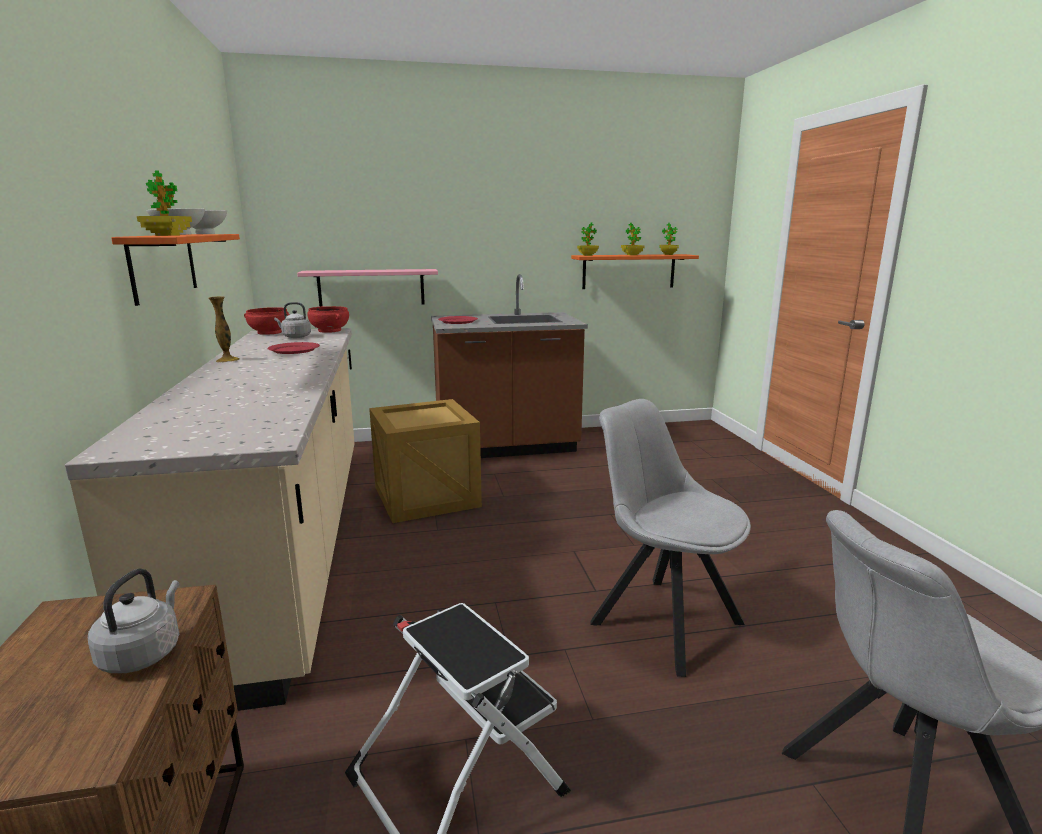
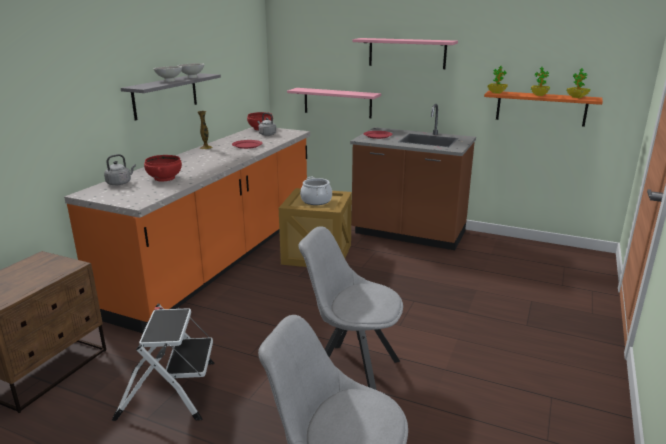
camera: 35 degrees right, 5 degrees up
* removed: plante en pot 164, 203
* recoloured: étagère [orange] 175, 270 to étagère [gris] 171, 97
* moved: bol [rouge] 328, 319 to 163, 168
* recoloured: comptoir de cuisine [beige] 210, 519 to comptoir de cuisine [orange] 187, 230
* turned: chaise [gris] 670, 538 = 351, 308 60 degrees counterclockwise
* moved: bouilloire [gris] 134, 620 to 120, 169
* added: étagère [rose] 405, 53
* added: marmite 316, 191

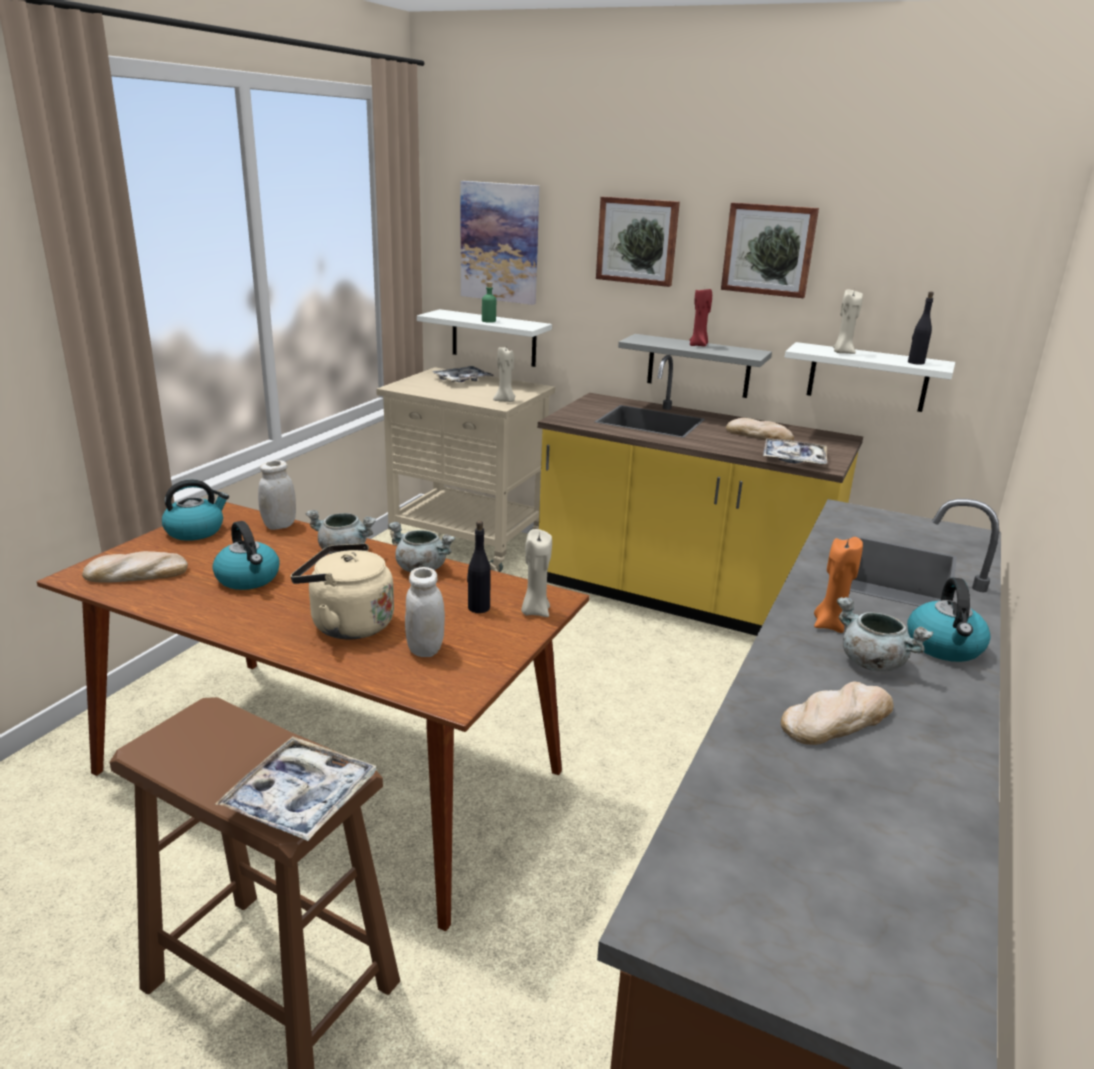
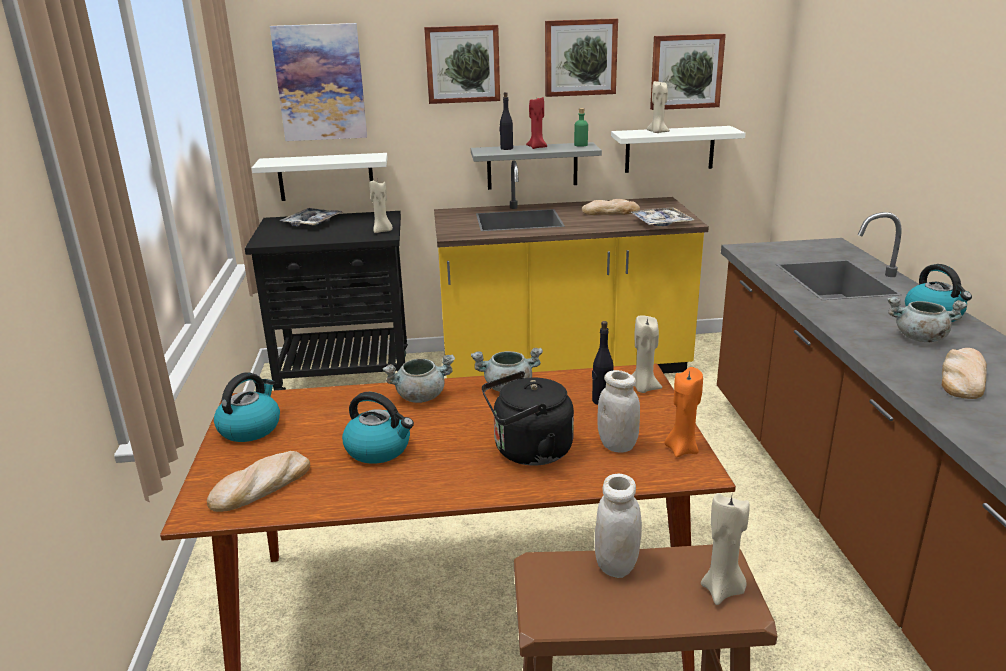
camera: 30 degrees left, 0 degrees up
* moved: bouteille [vert] 489, 302 to 581, 127
* moved: bouteille [noir] 921, 328 to 506, 121
* recoloured: chariot [beige] 465, 469 to chariot [noir] 326, 300
* moved: bocal [blanc] 277, 495 to 618, 526
* moved: bougie [orange] 838, 585 to 683, 412
* recoloured: bouilloire [beige] 342, 591 to bouilloire [noir] 528, 418
* replaced: plateau 296, 789 to bougie [beige] 725, 549
* added: tableau 688, 72

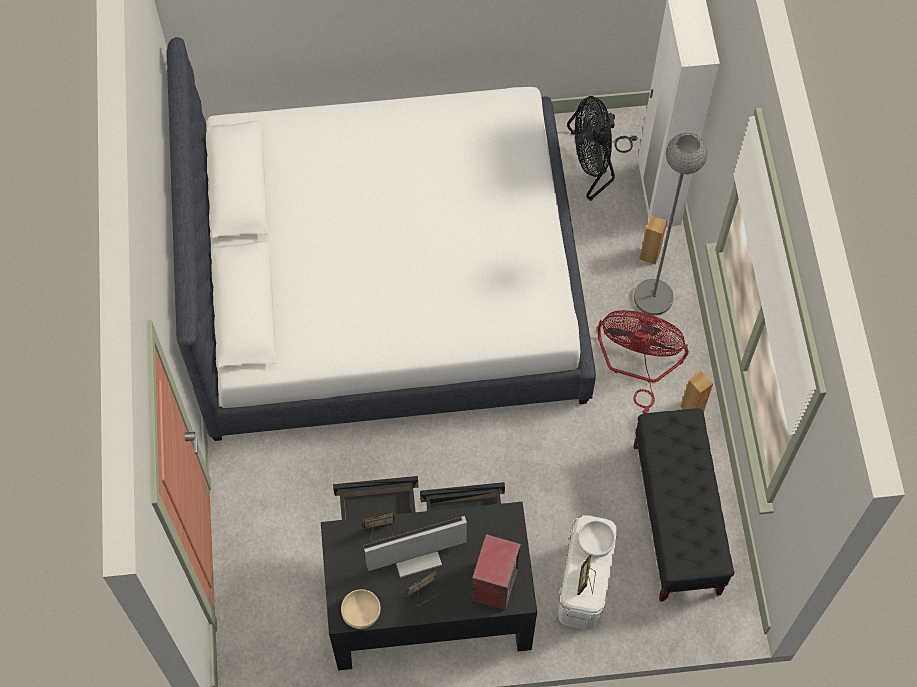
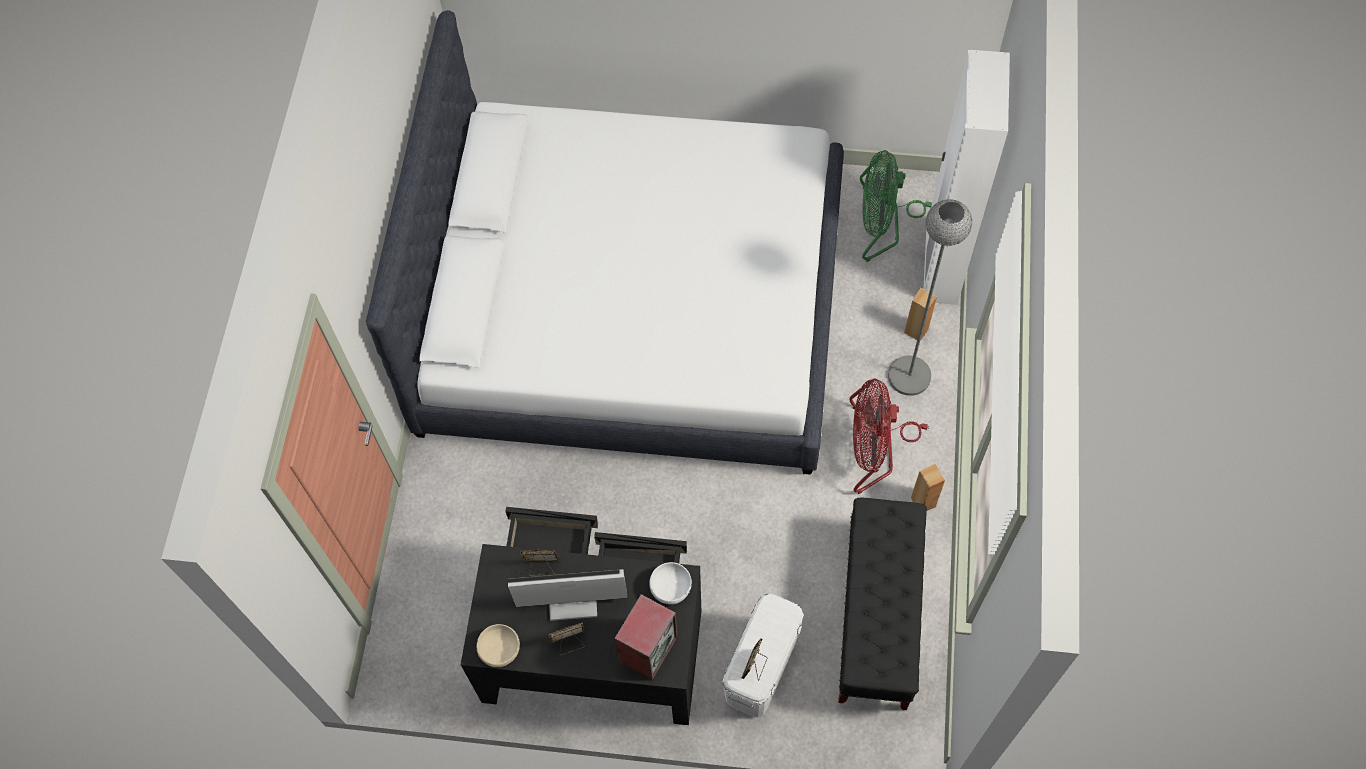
camera: 15 degrees right, 0 degrees up
* recoloured: ventilateur [noir] 603, 148 to ventilateur [vert] 896, 206
* turned: ventilateur [rouge] 643, 362 = 889, 436 120 degrees counterclockwise
* moved: bol [blanc] 596, 539 to 670, 583

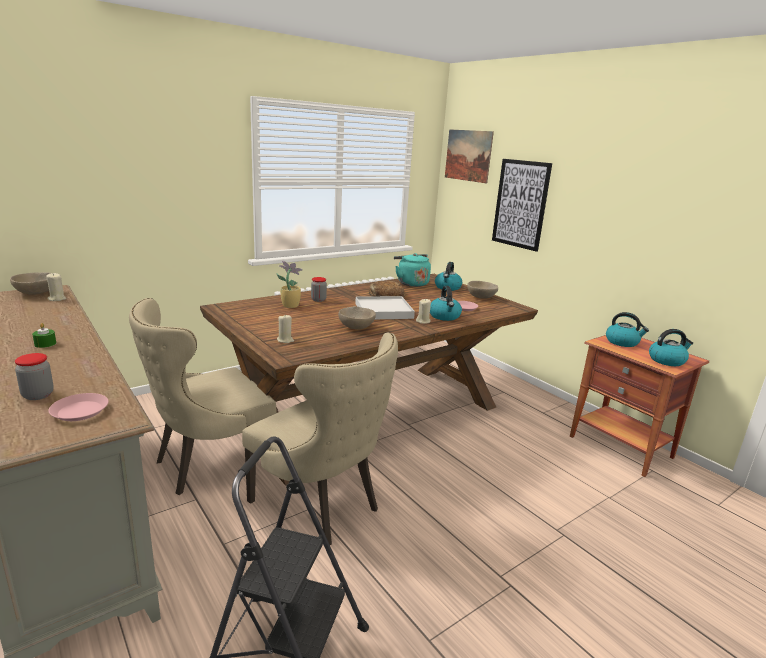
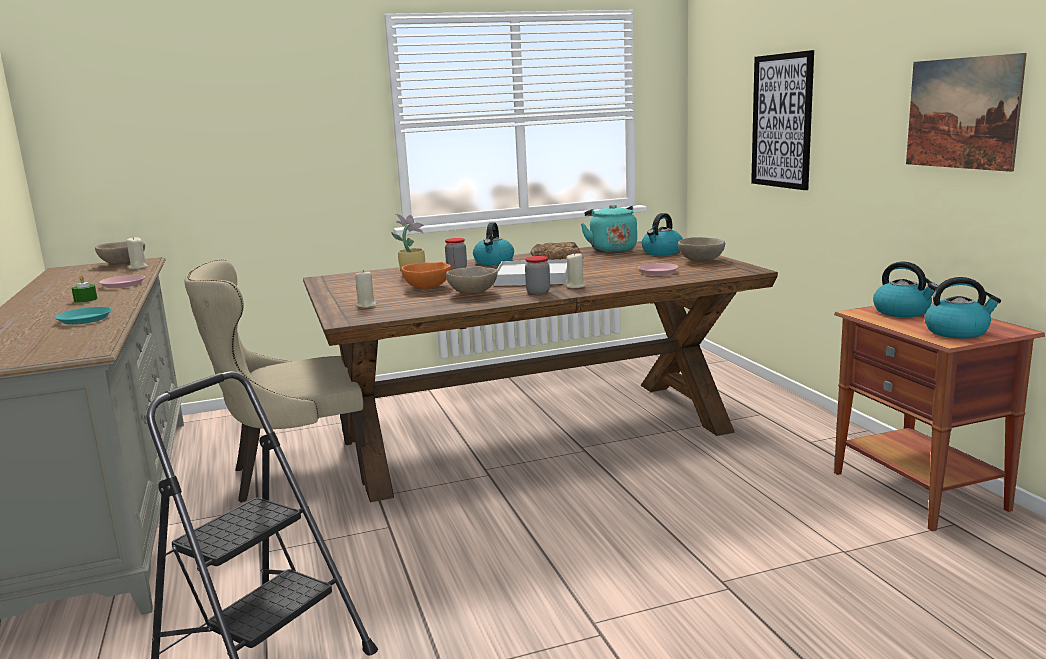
camera: 20 degrees right, 5 degrees down
* moved: tableau 469, 156 to 966, 112
* moved: bouilloire 446, 303 to 493, 243
* removed: chaise [beige] 320, 438
* moved: bocal 34, 376 to 537, 275
* moved: assiette [rose] 79, 407 to 122, 281
* added: bol [orange] 426, 275
* added: assiette [turquoise] 83, 316

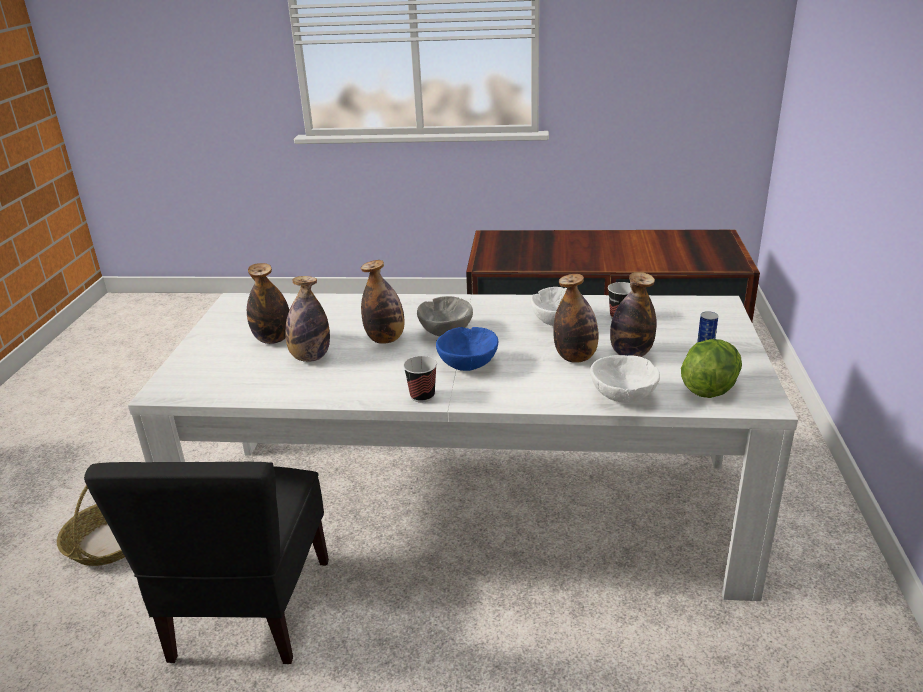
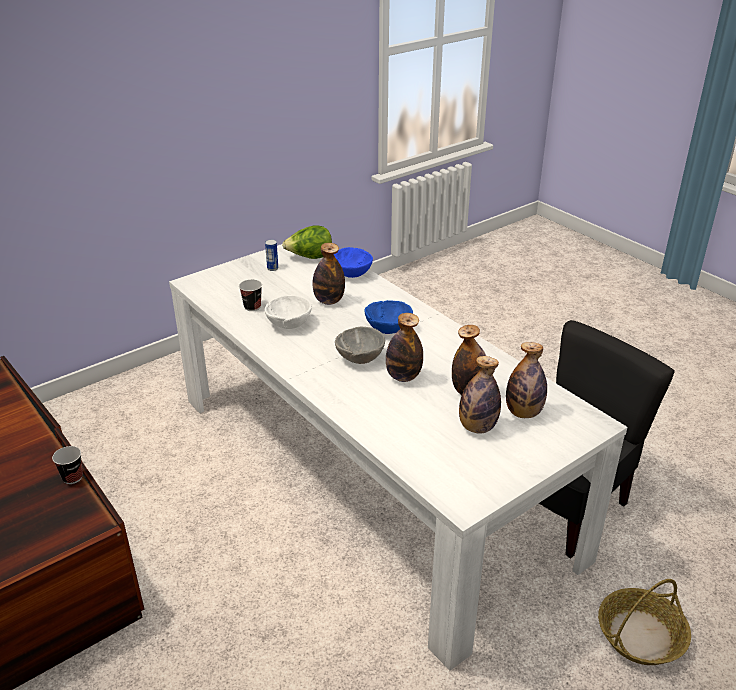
camera: 135 degrees left, 5 degrees up
* moved: bouteille 633, 314 to 526, 380
* recoloured: bol [blanc] 625, 379 to bol [bleu] 353, 262
* moved: tasse 420, 379 to 67, 465

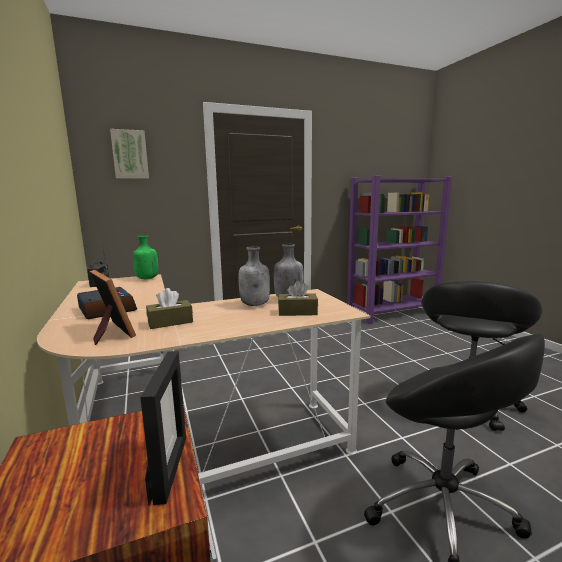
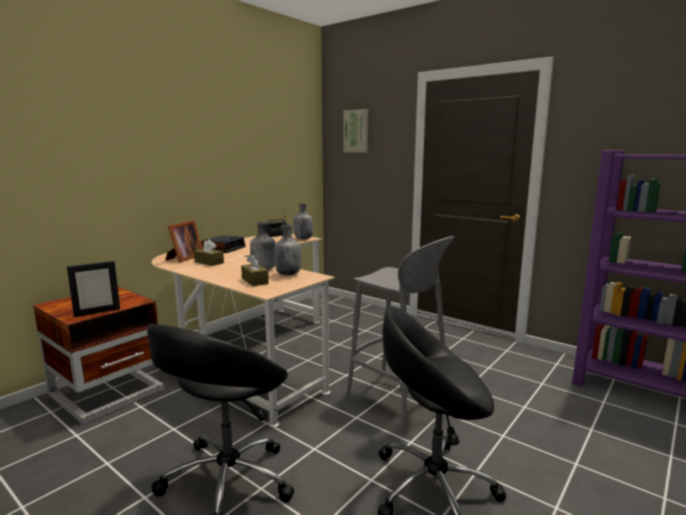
camera: 60 degrees right, 0 degrees up
* recoloured: bouteille [vert] 145, 257 to bouteille [gris] 303, 221
* added: tabouret [gris] 400, 334

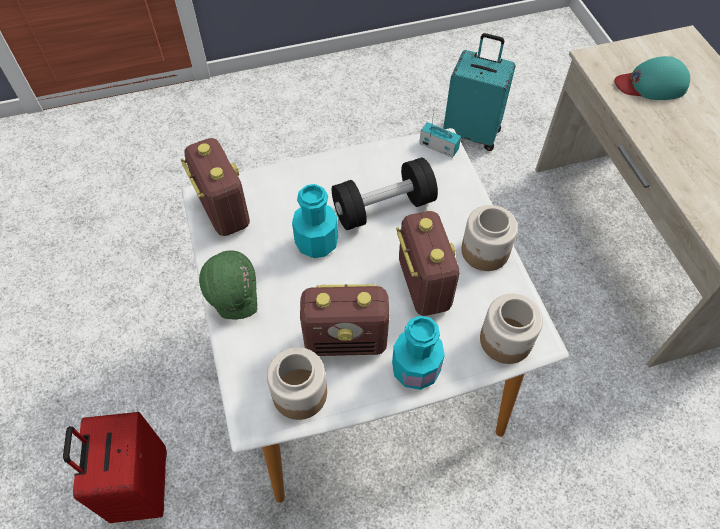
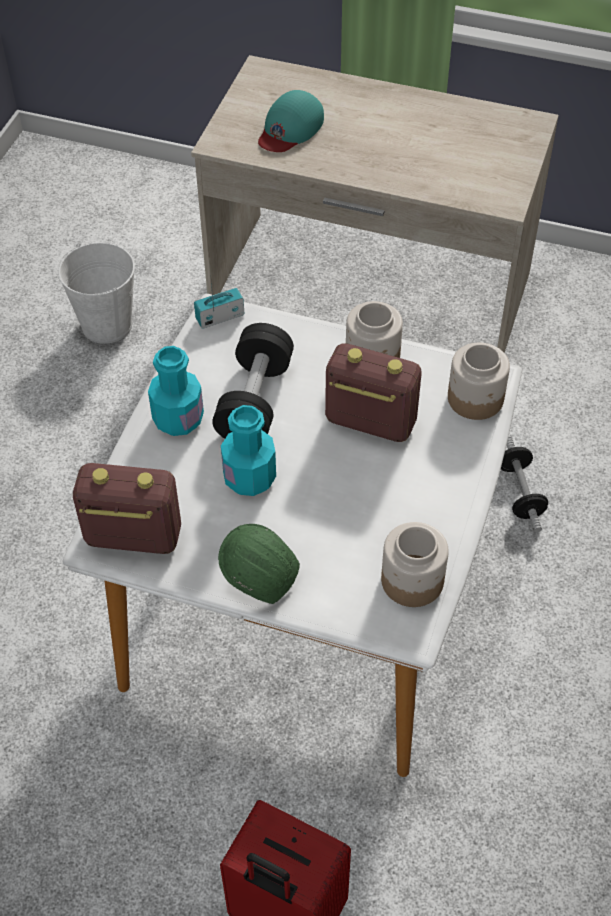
camera: 55 degrees left, 5 degrees down
* replaced: valise [turquoise] 479, 92 to seau [blanc] 96, 293
* removed: radio 344, 320
* moved: bouteille [turquoise] 418, 353 to 176, 391
* added: haltère 524, 483

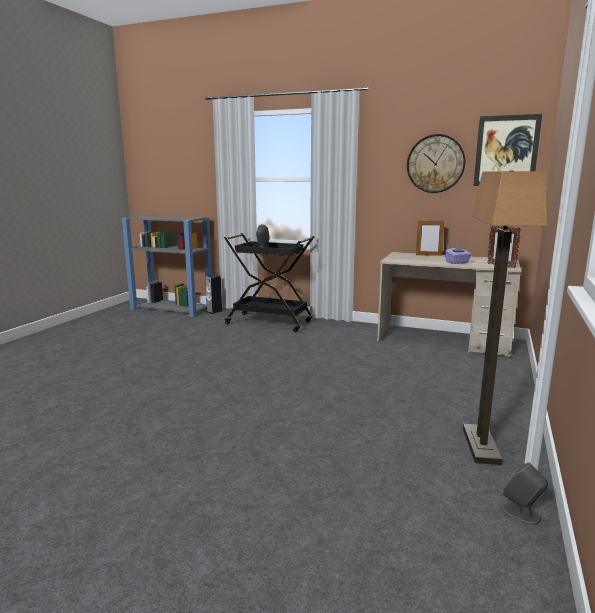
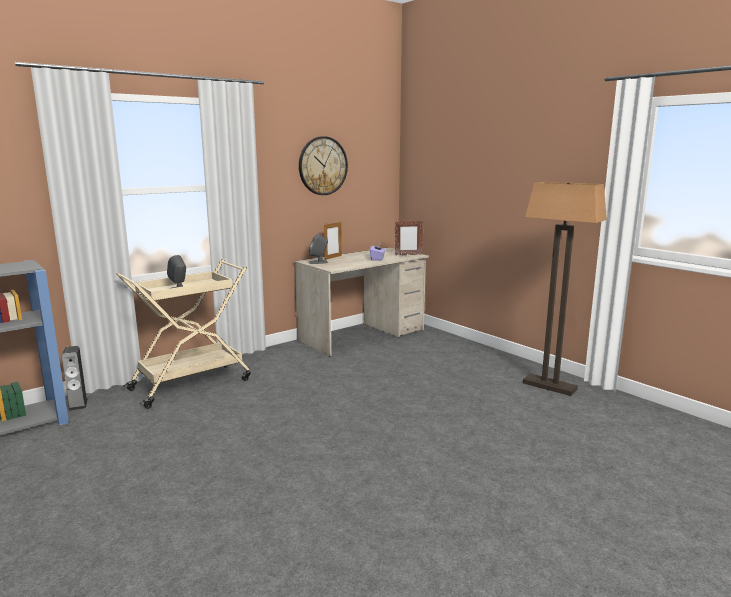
camera: 60 degrees left, 0 degrees up
* removed: tableau 507, 150
* recoloured: chariot [noir] 269, 283 to chariot [beige] 183, 334
* moved: enceinte [gris] 524, 494 to 318, 249

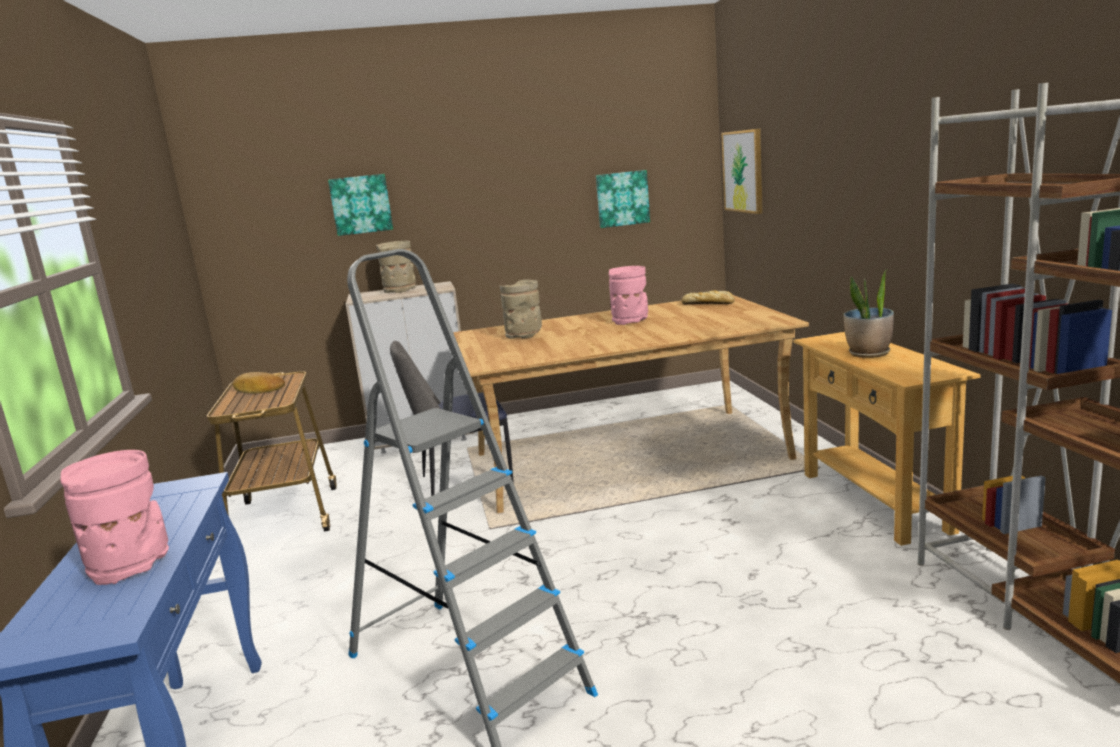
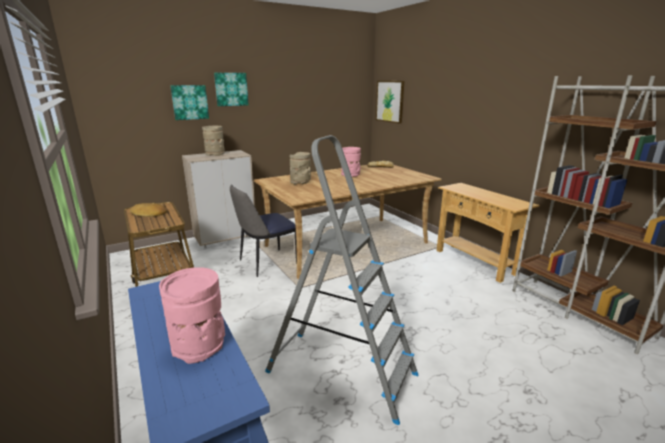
camera: 20 degrees left, 5 degrees up
* moved: tableau 623, 199 to 231, 89
* removed: plante en pot 868, 313

